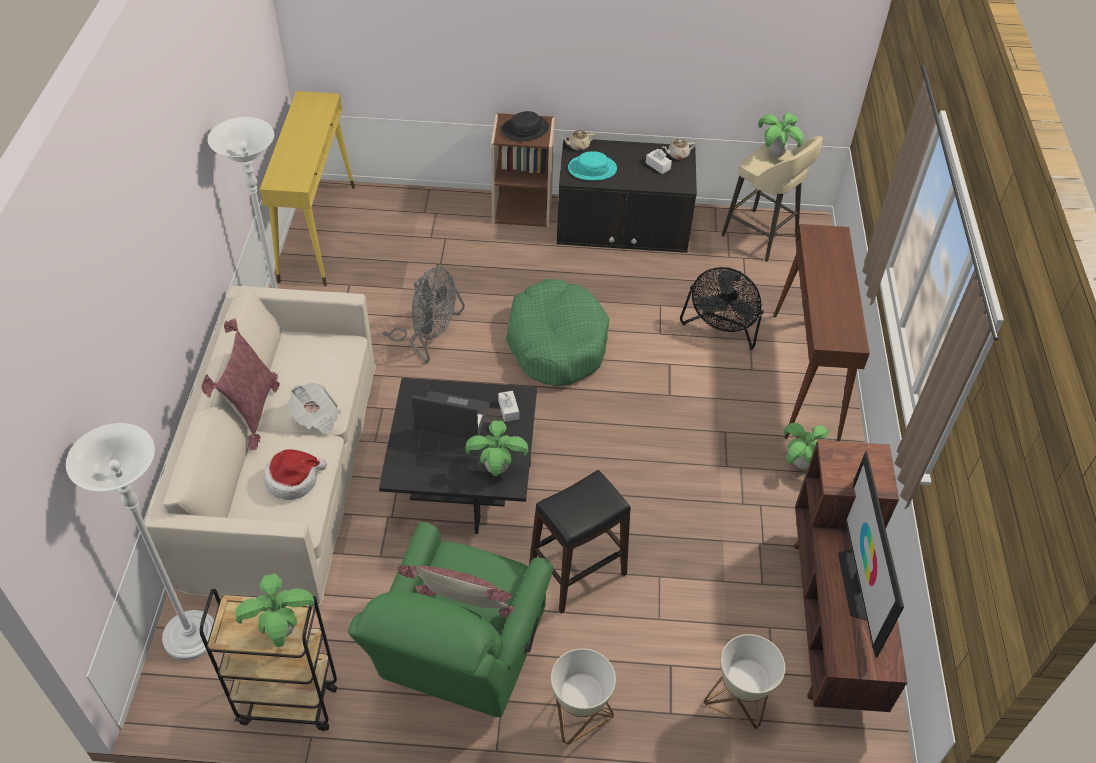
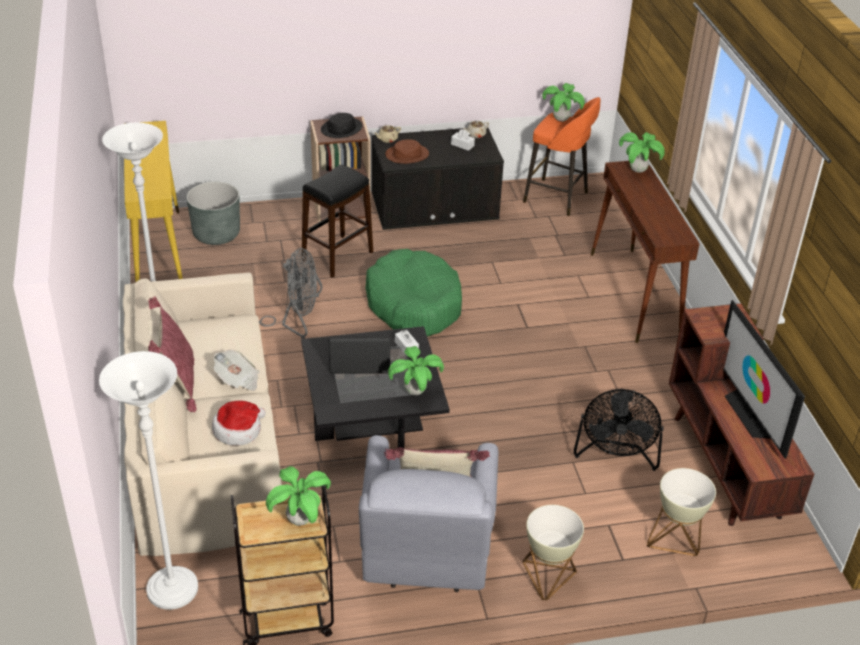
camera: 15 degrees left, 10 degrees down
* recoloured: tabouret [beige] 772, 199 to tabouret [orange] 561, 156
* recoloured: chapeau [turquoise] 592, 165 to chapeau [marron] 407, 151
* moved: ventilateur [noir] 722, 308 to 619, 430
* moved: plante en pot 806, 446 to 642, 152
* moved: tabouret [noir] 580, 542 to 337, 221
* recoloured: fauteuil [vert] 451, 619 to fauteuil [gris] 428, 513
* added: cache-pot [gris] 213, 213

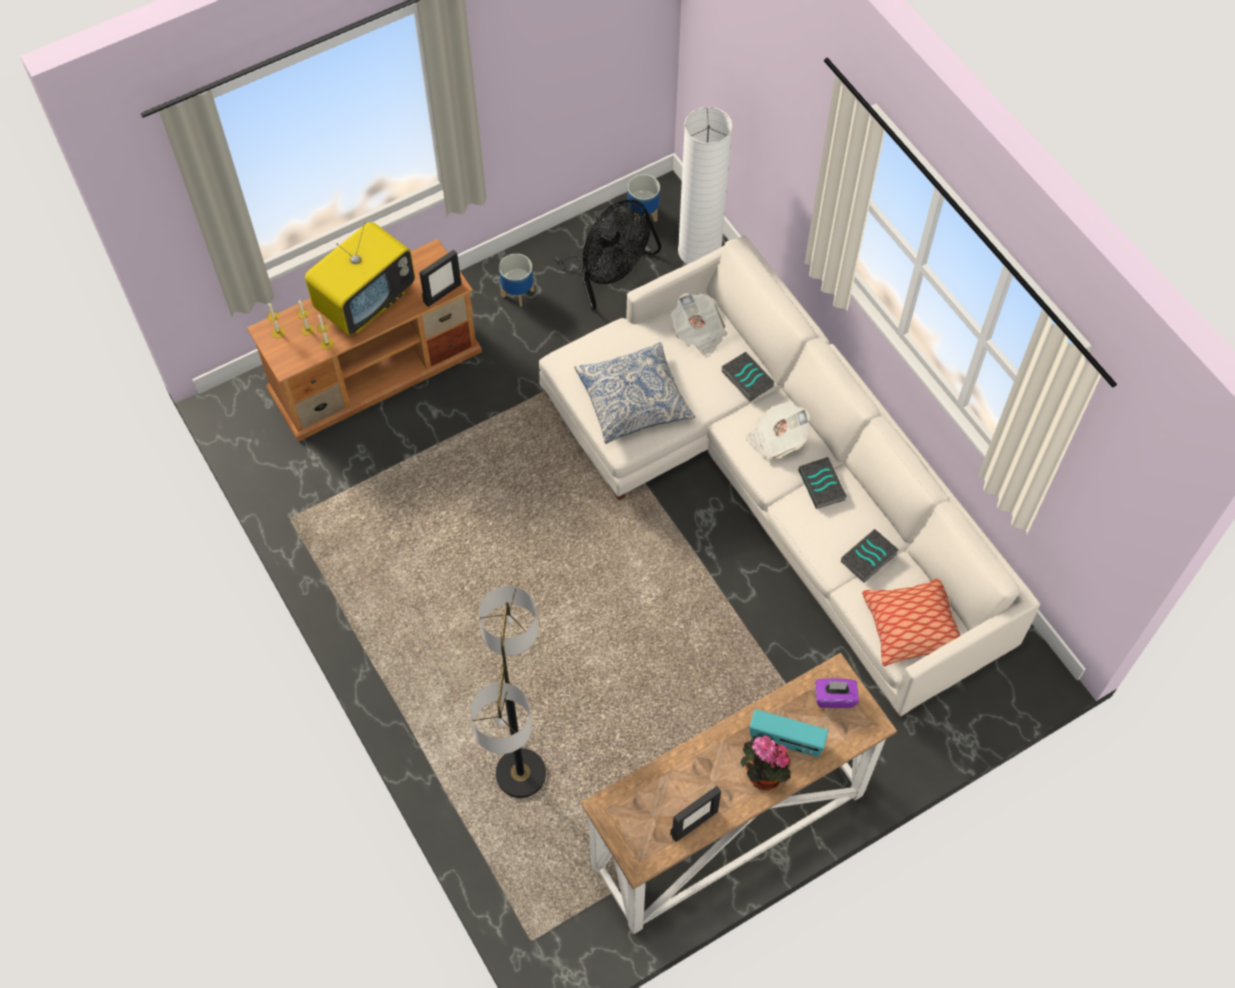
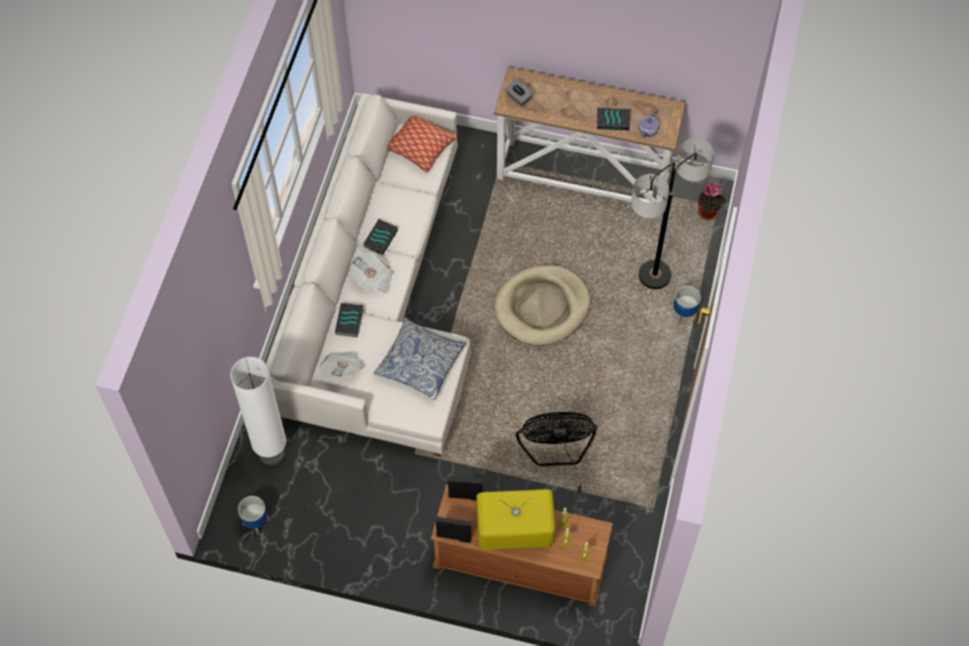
camera: 135 degrees left, 0 degrees up
* moved: ventilateur [noir] 607, 256 to 556, 453
* moved: cache-pot 516, 280 to 687, 304
* moved: livre 870, 556 to 614, 119
* recoloured: boîte à mouchoirs [violet] 837, 693 to boîte à mouchoirs [gris] 519, 92
* removed: radio 789, 733
* moved: plante en pot 765, 763 to 712, 201
* moved: cadre photo 695, 814 to 453, 530
* added: théière 648, 124
* added: panier pour chien [beige] 542, 305

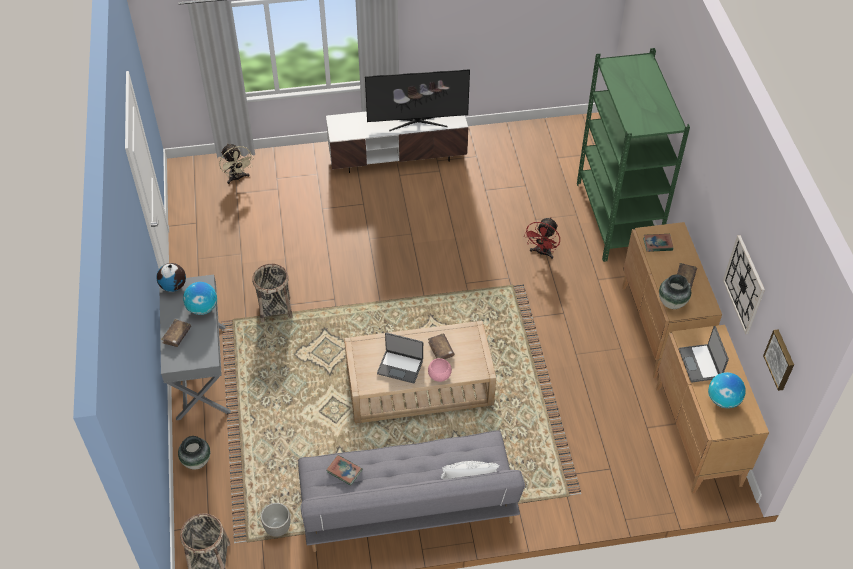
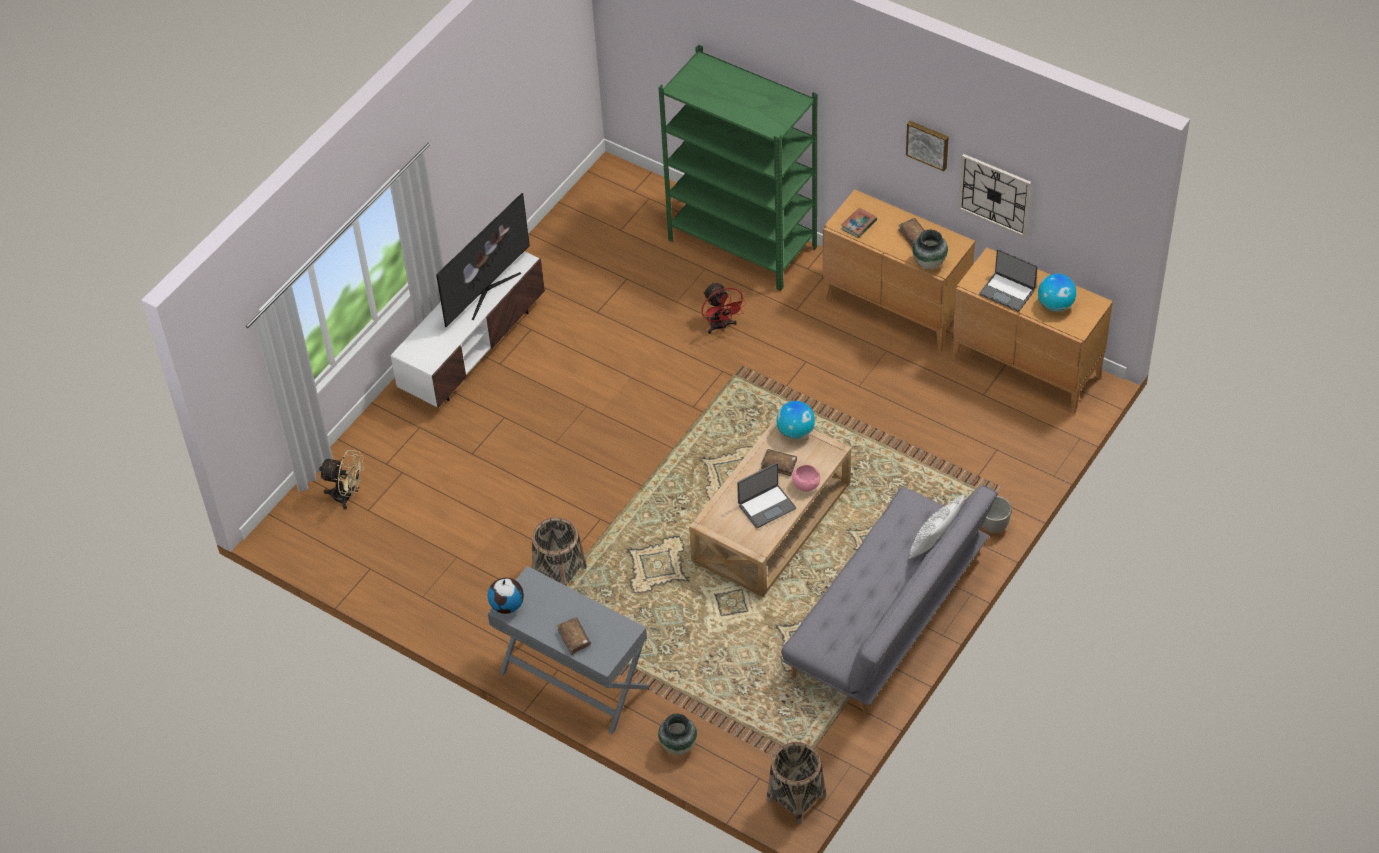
camera: 45 degrees left, 0 degrees up
* moved: globe 200, 298 to 796, 420
* moved: tableau 778, 360 to 927, 146
* removed: livre 344, 470
* moved: cache-pot 275, 520 to 997, 514

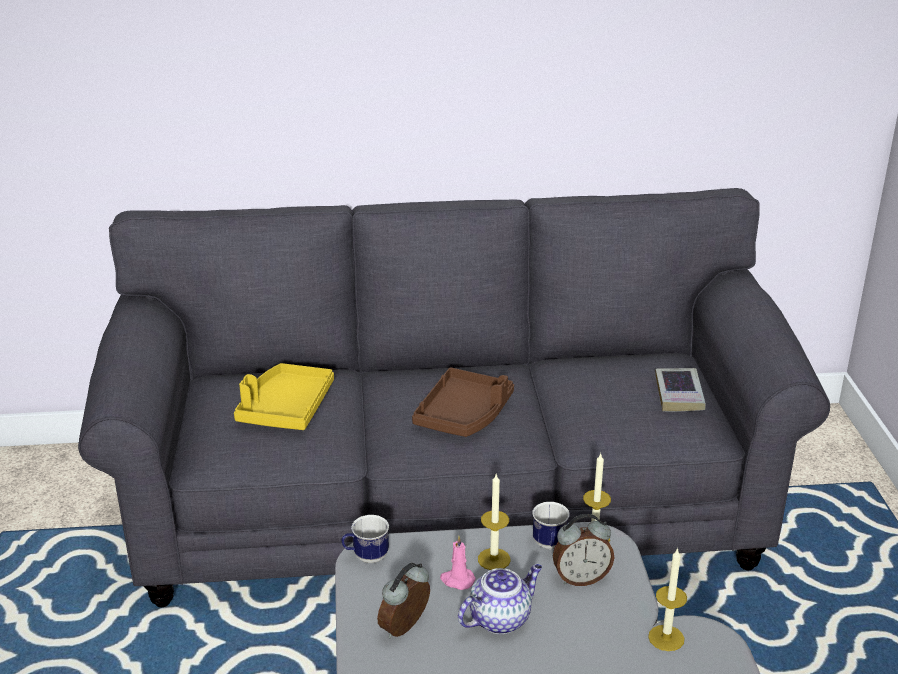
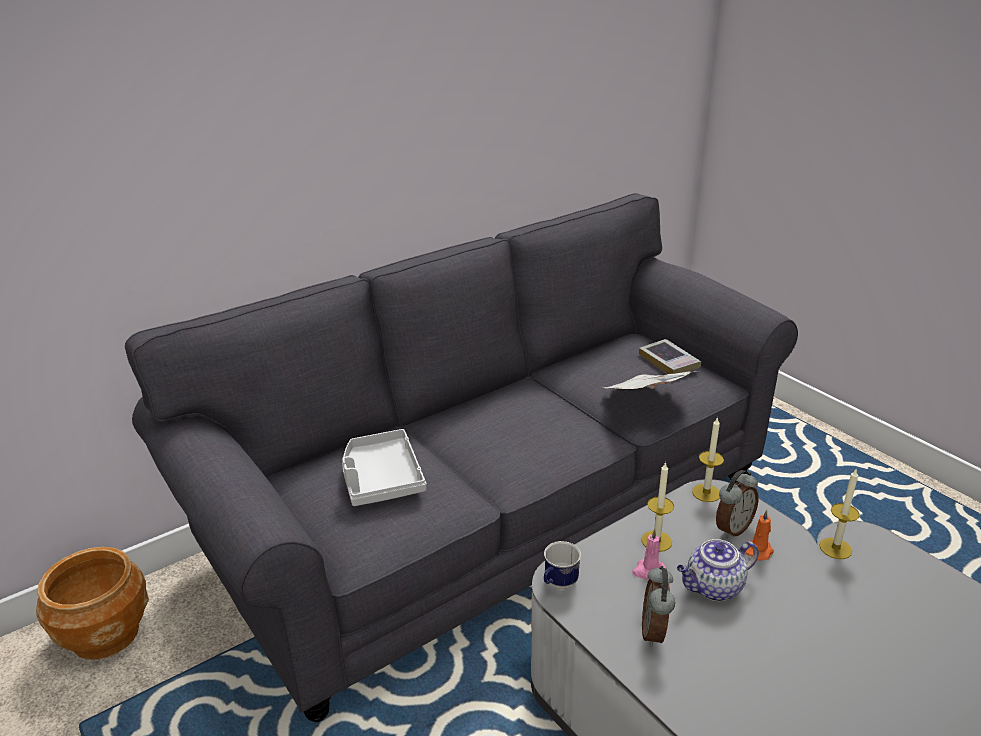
camera: 30 degrees left, 0 degrees up
* recoloured: plateau [jaune] 284, 396 to plateau [gris] 384, 467
* removed: plateau [marron] 463, 402
* removed: mug 550, 525
* turned: théière 500, 599 = 718, 570 135 degrees counterclockwise
* added: journal 651, 380
* added: bougie [orange] 759, 535
* added: cache-pot [marron] 92, 603

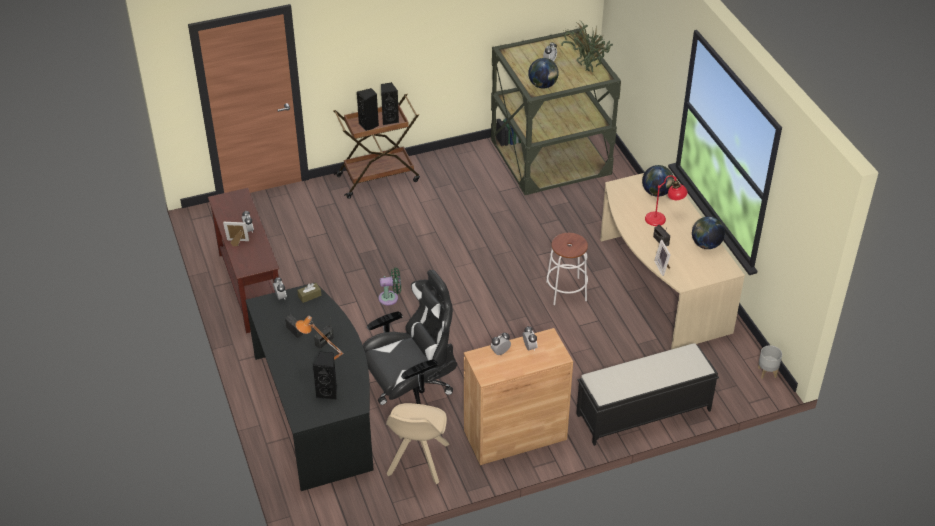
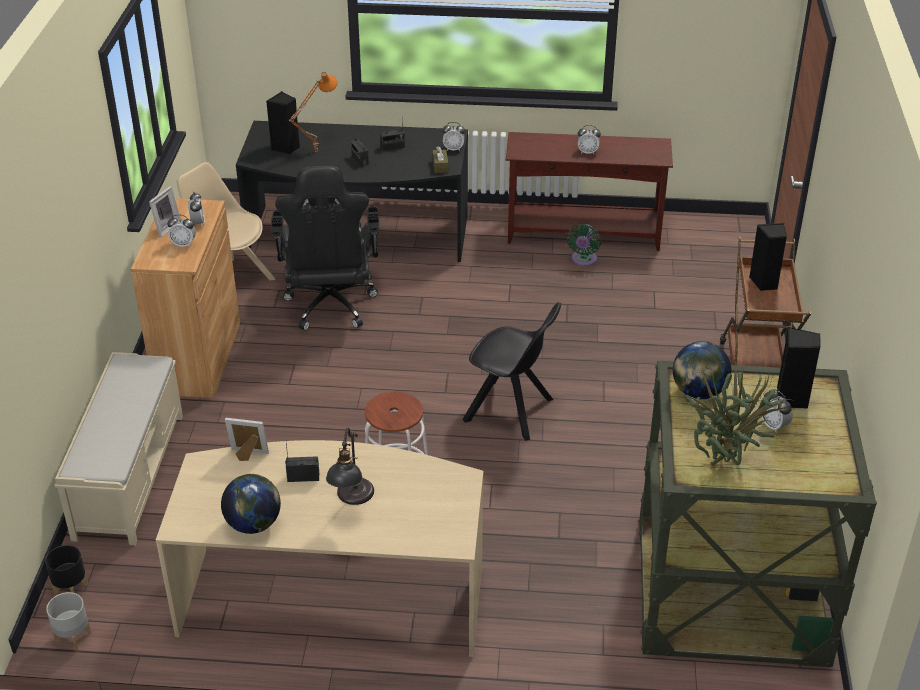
camera: 115 degrees right, 5 degrees down
* moved: enceinte [noir] 390, 103 to 799, 367
* removed: globe 658, 181
* recoloured: lampe de table [rouge] 666, 200 to lampe de table [gris] 350, 466
* moved: cadre photo 236, 234 to 165, 211
* moved: ventilateur [vert] 389, 286 to 583, 245
* recoloured: banc [noir] 647, 394 to banc [beige] 118, 448
* added: chaise [noir] 511, 371
* added: cache-pot [noir] 66, 570

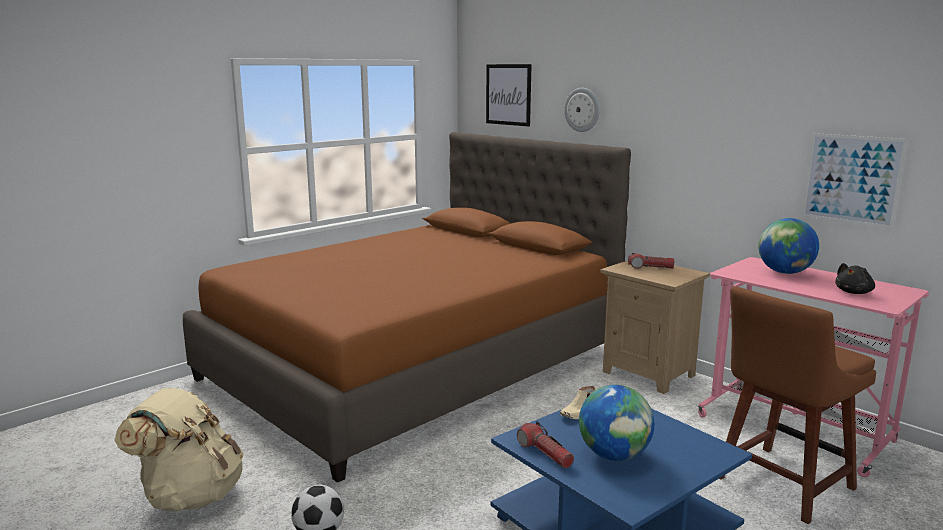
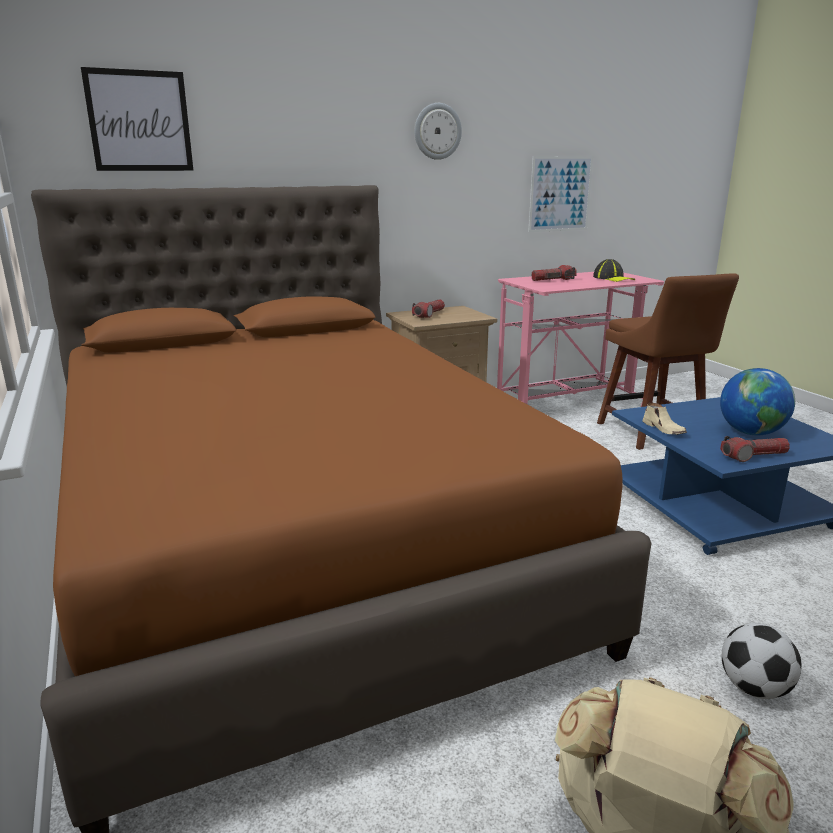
camera: 70 degrees left, 5 degrees up
* moved: horloge murale 582, 110 to 438, 131
* replaced: globe 788, 246 to lampe de poche 554, 273
* replaced: peluche [noir] 855, 278 to casquette 614, 270

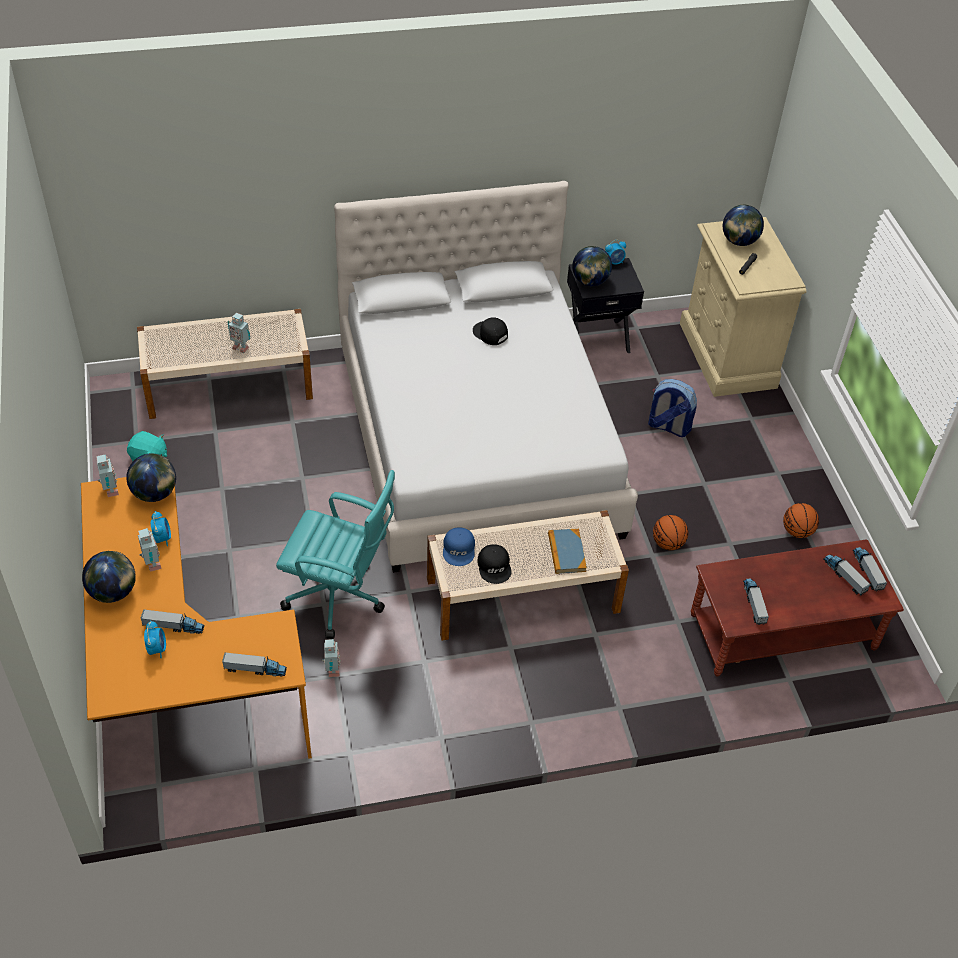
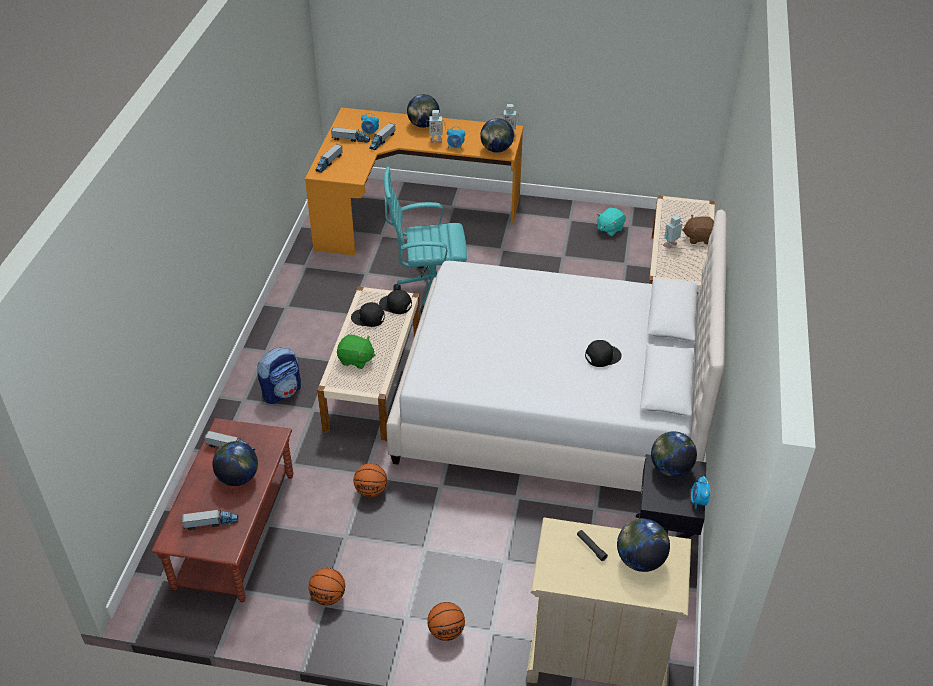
camera: 115 degrees right, 5 degrees down
* moved: sac à dos 672, 408 to 279, 375
* turned: chaise de bureau [turquoise] 335, 554 = 425, 240 45 degrees clockwise
* recoloured: casquette [bleu] 459, 546 to casquette [noir] 395, 302
* replaced: livre 567, 551 to peluche [vert] 356, 351
* moved: camion jouet 870, 569 to 350, 135
* removed: robot jouet 331, 658
* added: peluche [marron] 698, 229
* added: globe 235, 463
* added: ballon de basket 446, 621

